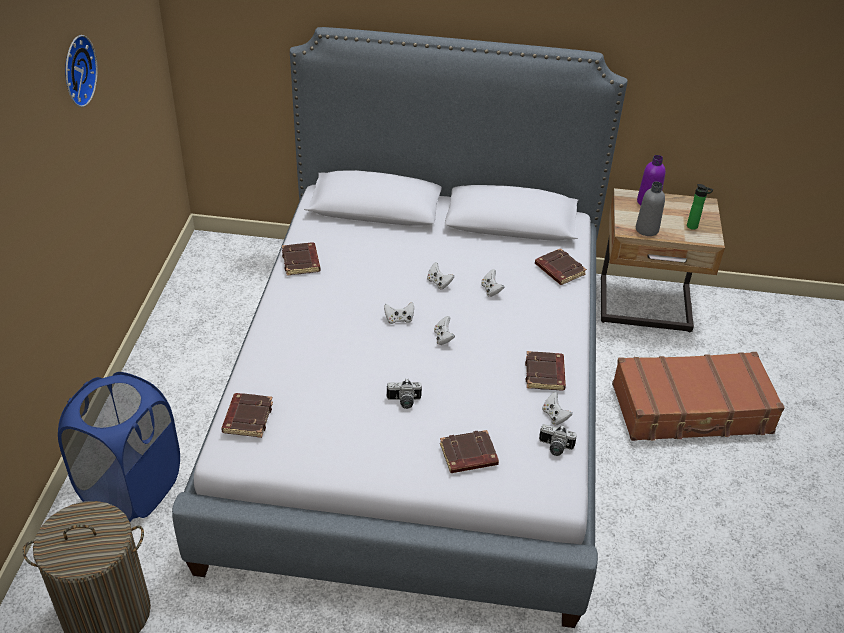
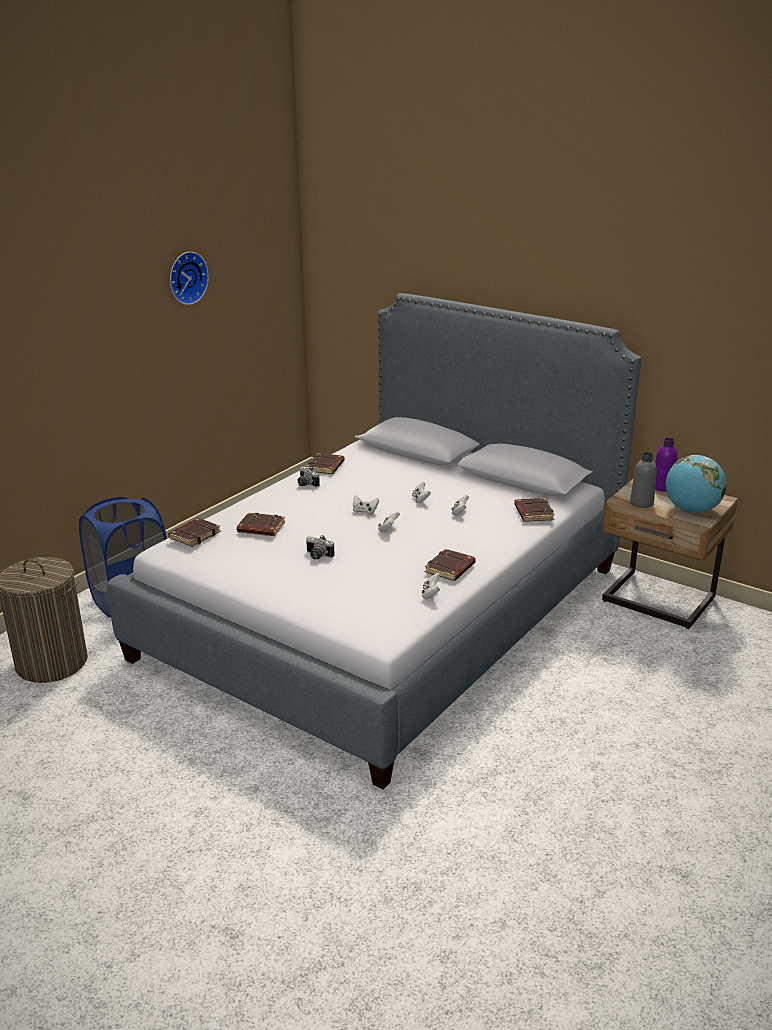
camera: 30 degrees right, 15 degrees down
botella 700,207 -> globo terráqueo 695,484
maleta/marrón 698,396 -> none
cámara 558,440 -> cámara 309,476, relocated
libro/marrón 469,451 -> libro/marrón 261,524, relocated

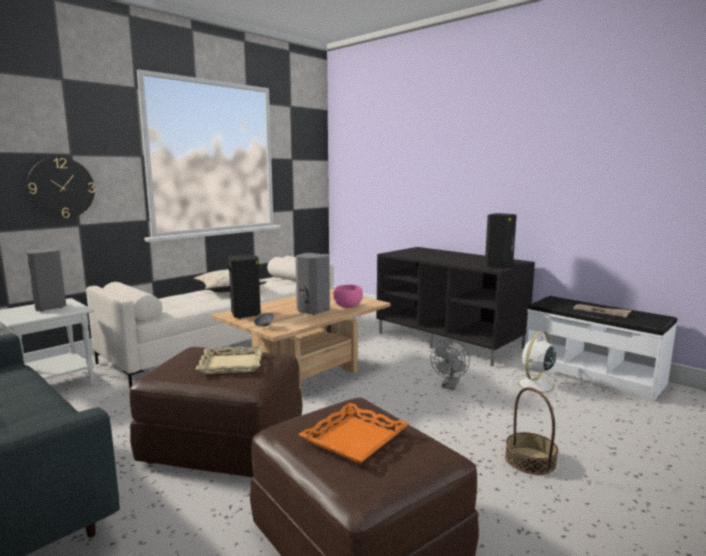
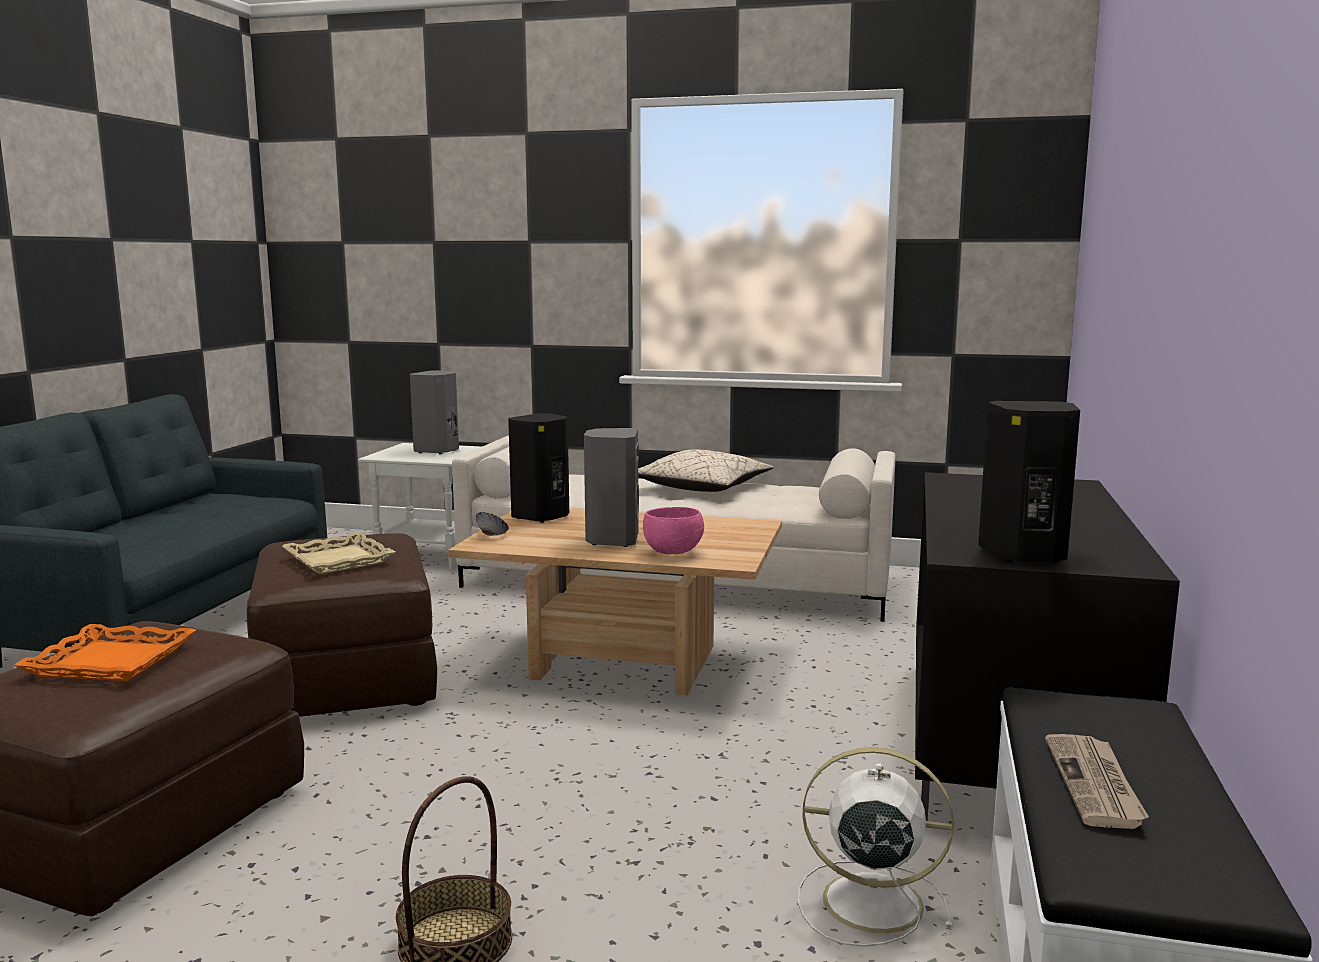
camera: 60 degrees right, 0 degrees up
reloj de pared 61,188 -> none
ventilador/gris 450,364 -> none

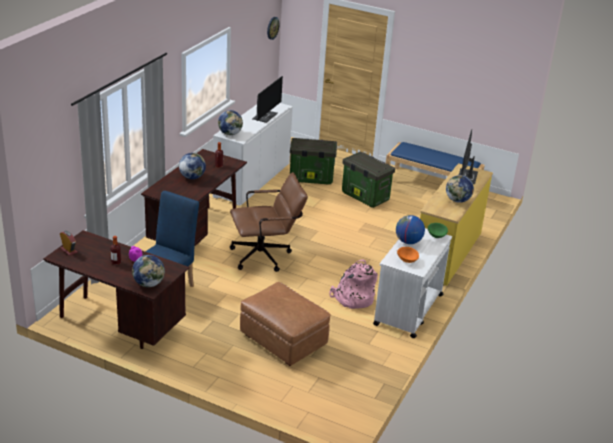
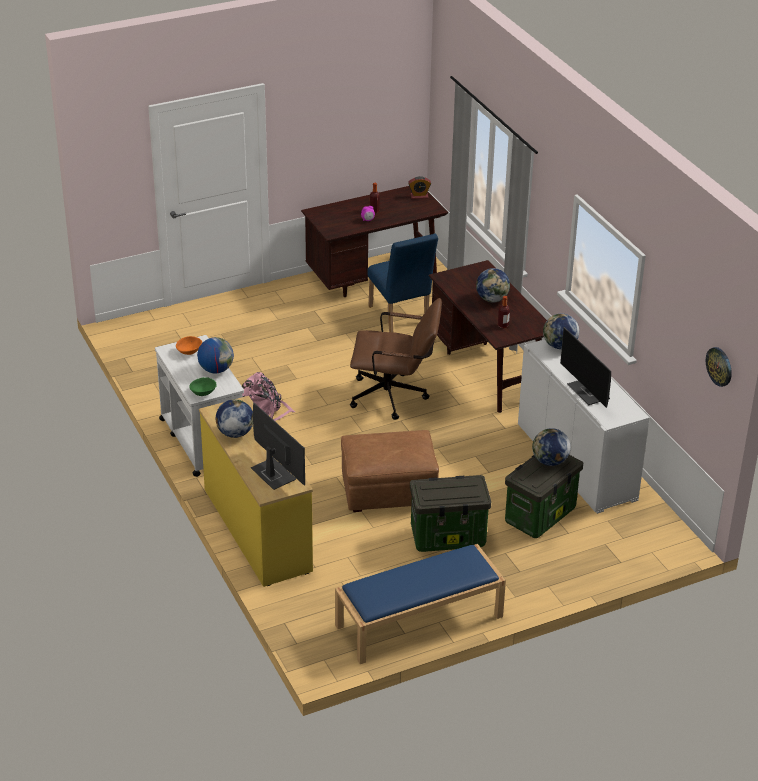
camera: 130 degrees right, 5 degrees up
silla de oficina/marrón 269,222 -> silla de oficina/marrón 396,359, 105 degrees counterclockwise
globo terráqueo 148,271 -> globo terráqueo 551,447, relocated
puf/marrón 285,324 -> puf/marrón 390,471, relocated

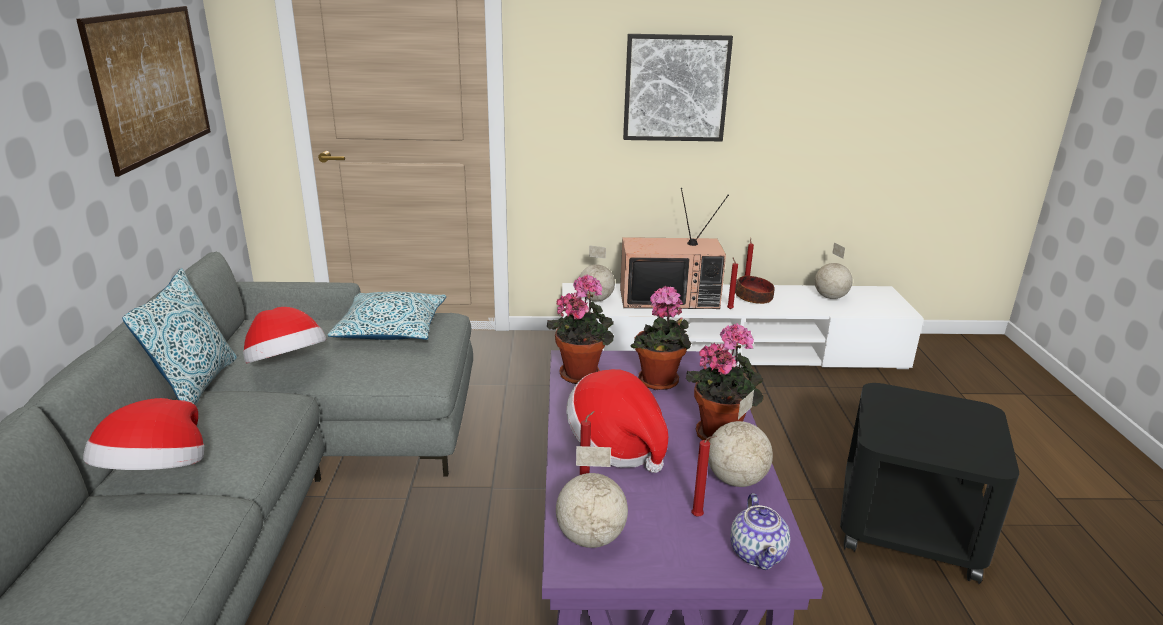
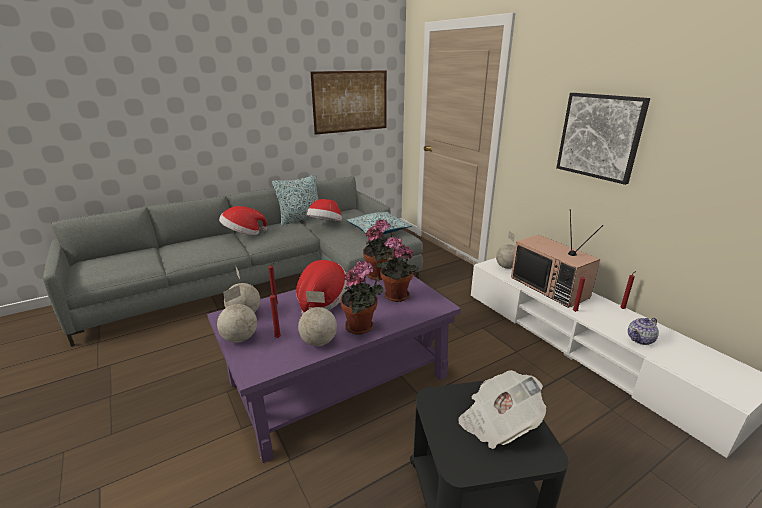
camera: 60 degrees right, 0 degrees up
globo terráqueo 834,271 -> globo terráqueo 237,314, relocated
cuenco 755,290 -> none
tetera 760,531 -> tetera 643,331, relocated
none -> periódico 502,409

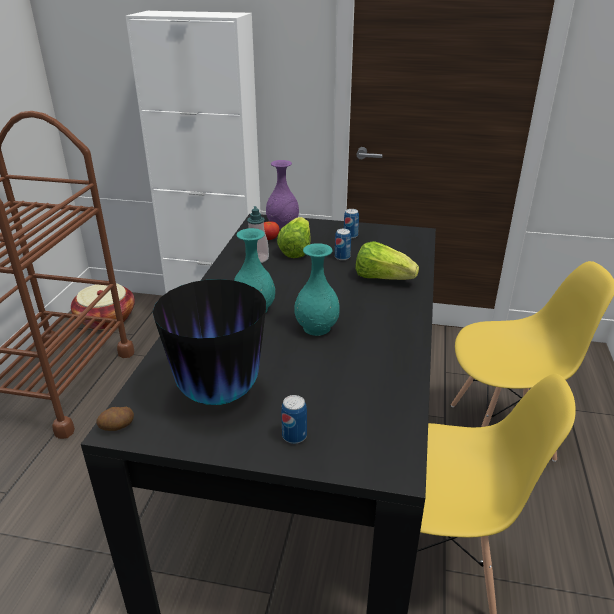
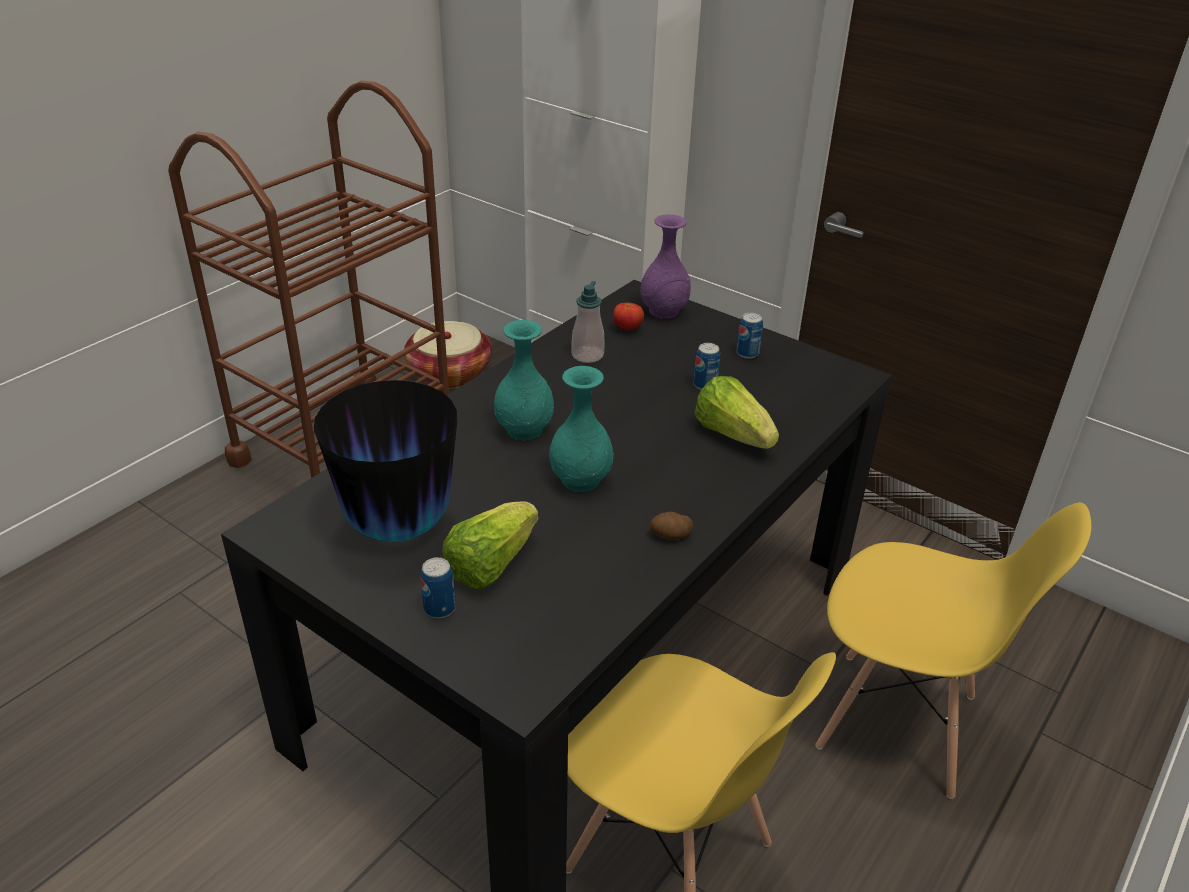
camera: 25 degrees right, 5 degrees up
lechuga 293,237 -> lechuga 490,545, relocated
patata 115,418 -> patata 671,526, relocated

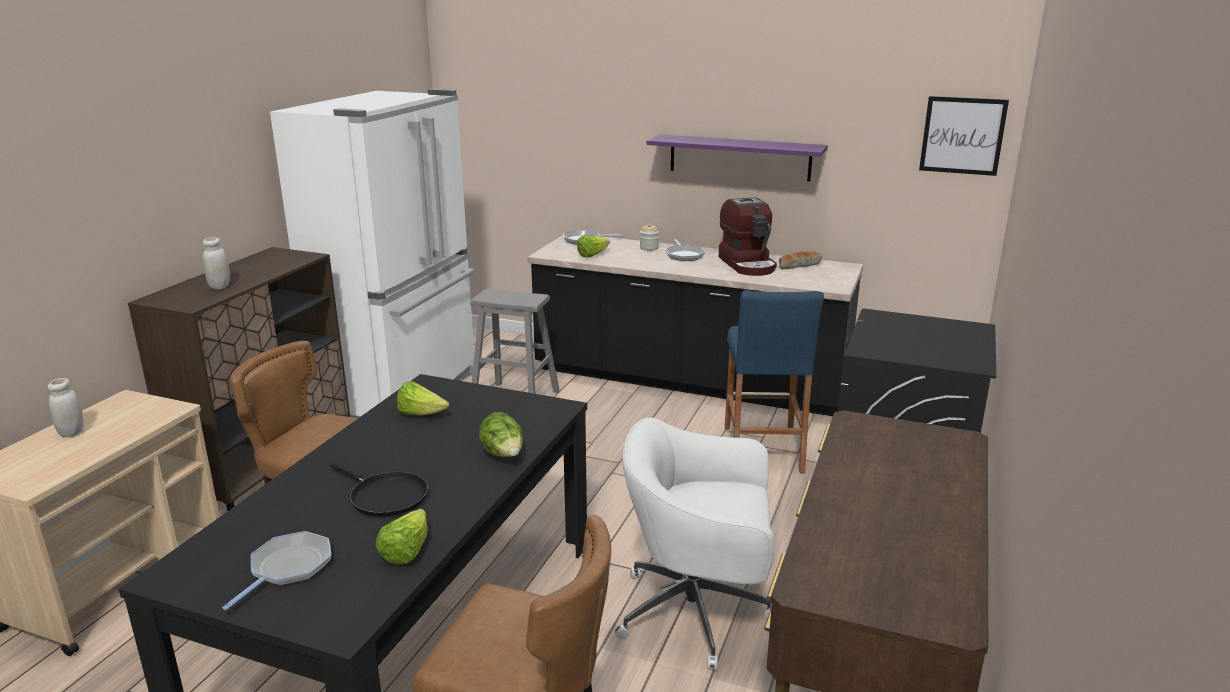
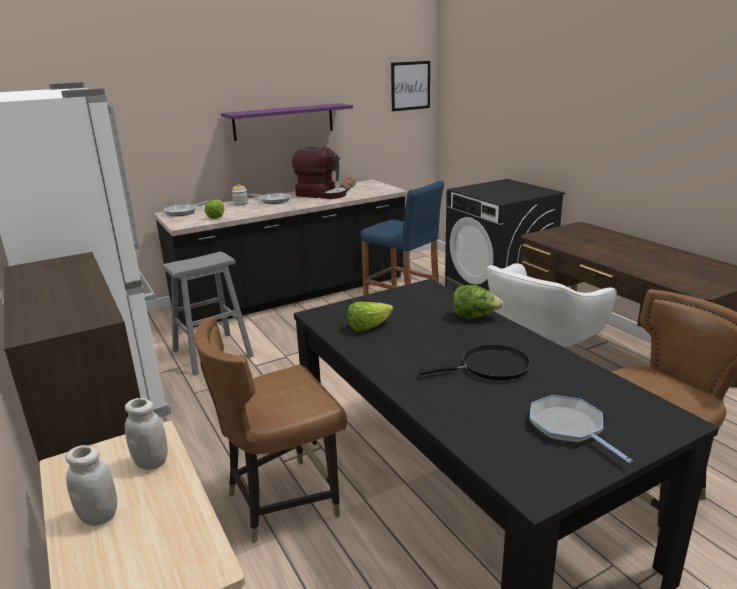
camera: 50 degrees left, 0 degrees up
tarro/blanco 216,263 -> tarro/blanco 146,434, relocated
lechuga 401,537 -> none

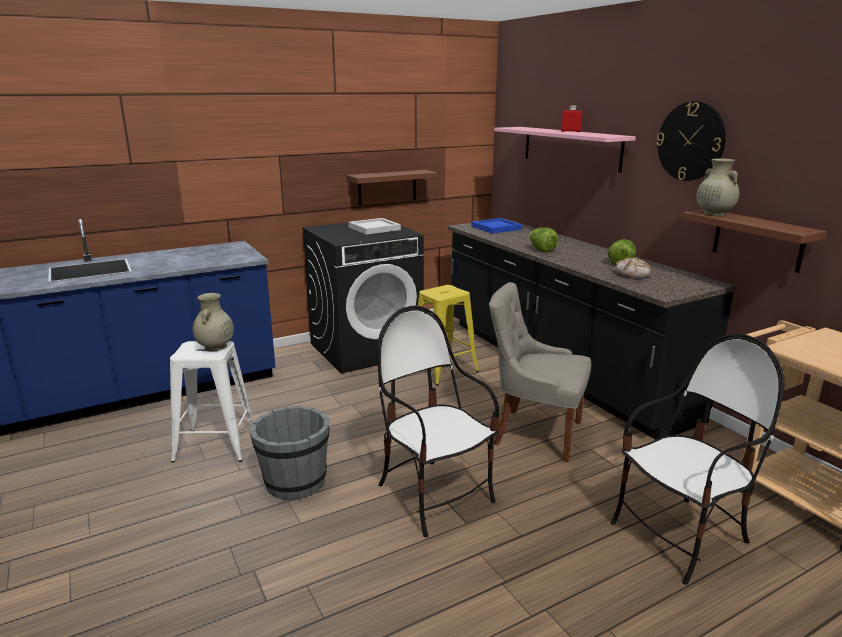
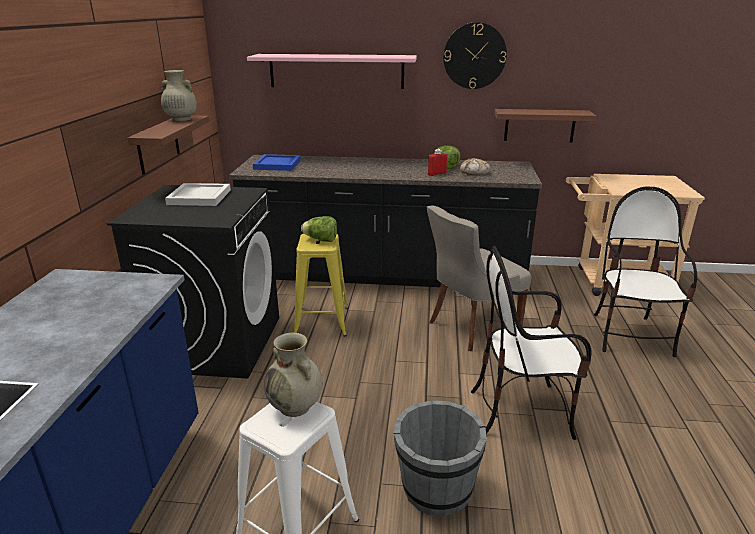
camera: 55 degrees left, 5 degrees up
botella/rojo 572,118 -> botella/rojo 437,162, relocated
florero/beis 718,187 -> florero/beis 179,95, relocated
lechuga 543,239 -> lechuga 319,229, relocated

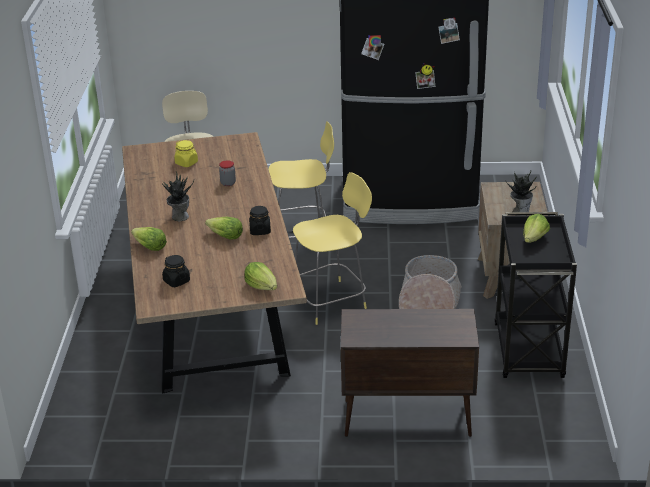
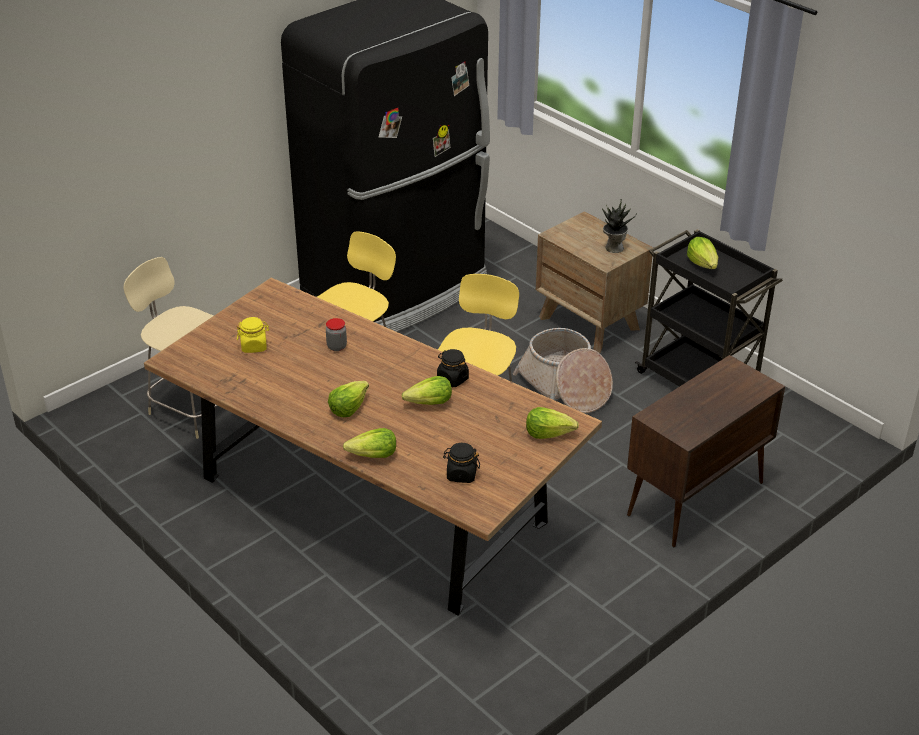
camera: 45 degrees left, 5 degrees up
planta en maceta 178,196 -> lechuga 348,399

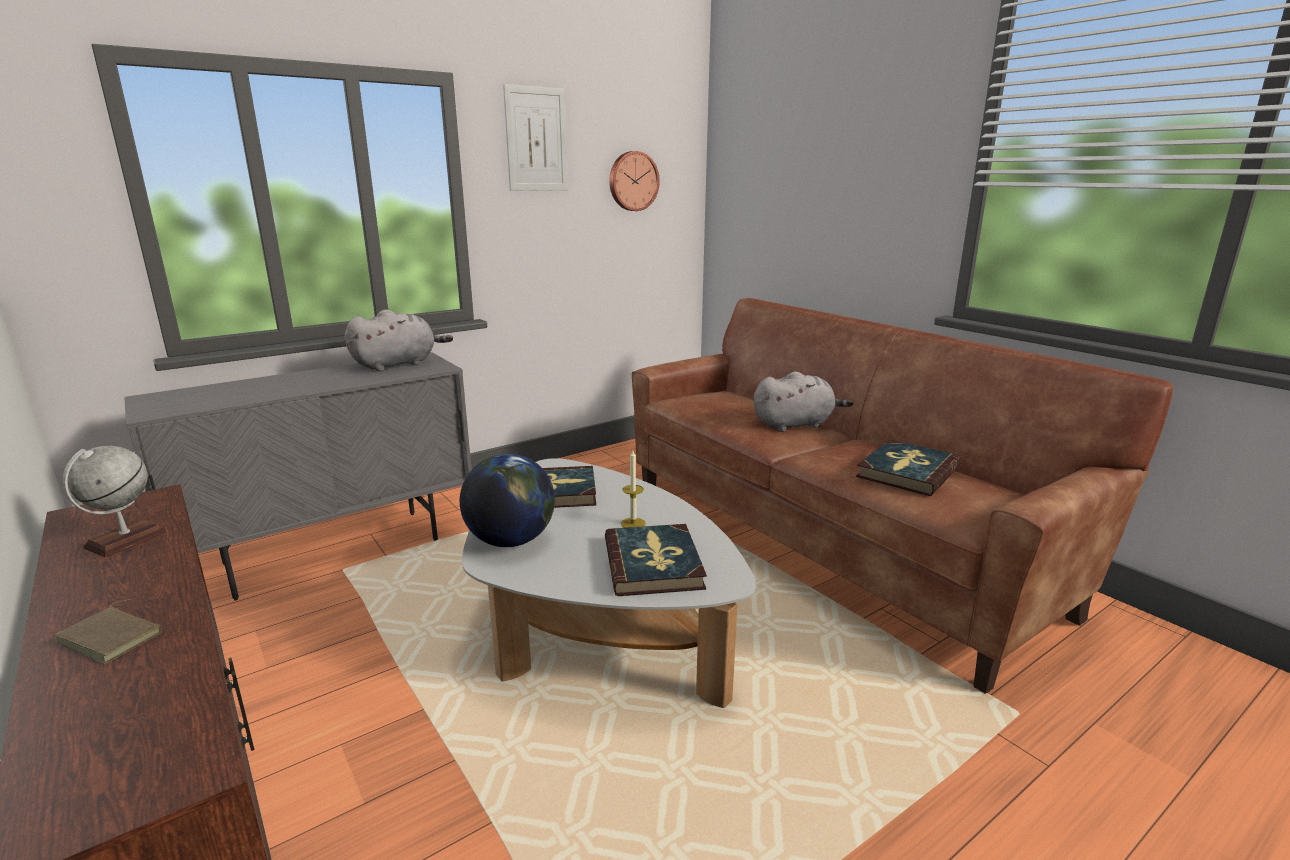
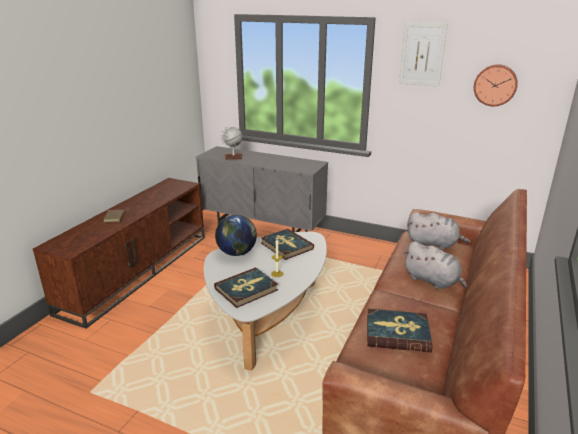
camera: 60 degrees right, 5 degrees up
peluche/gris 398,340 -> peluche/gris 439,231, relocated
globo terráqueo 114,502 -> globo terráqueo 232,143, relocated

